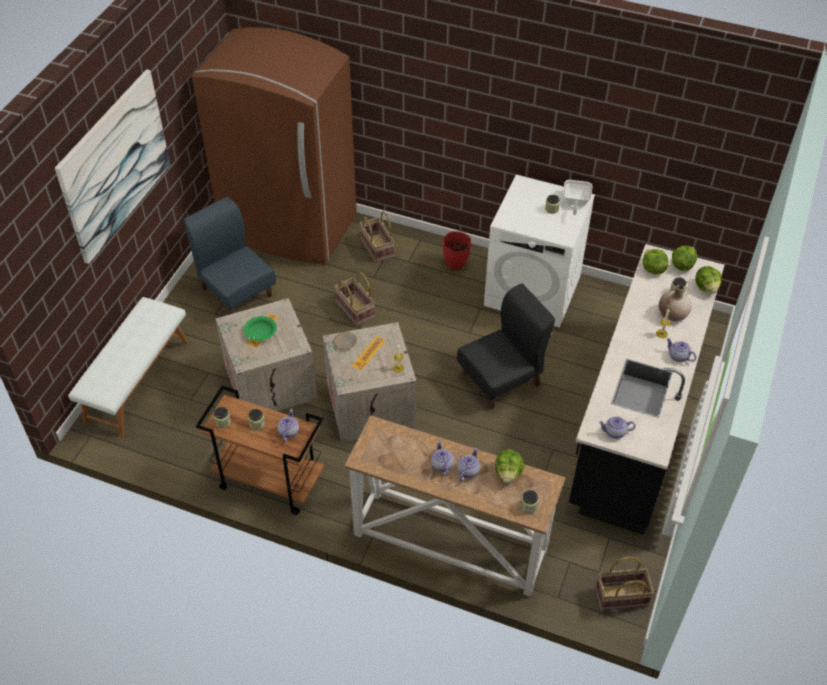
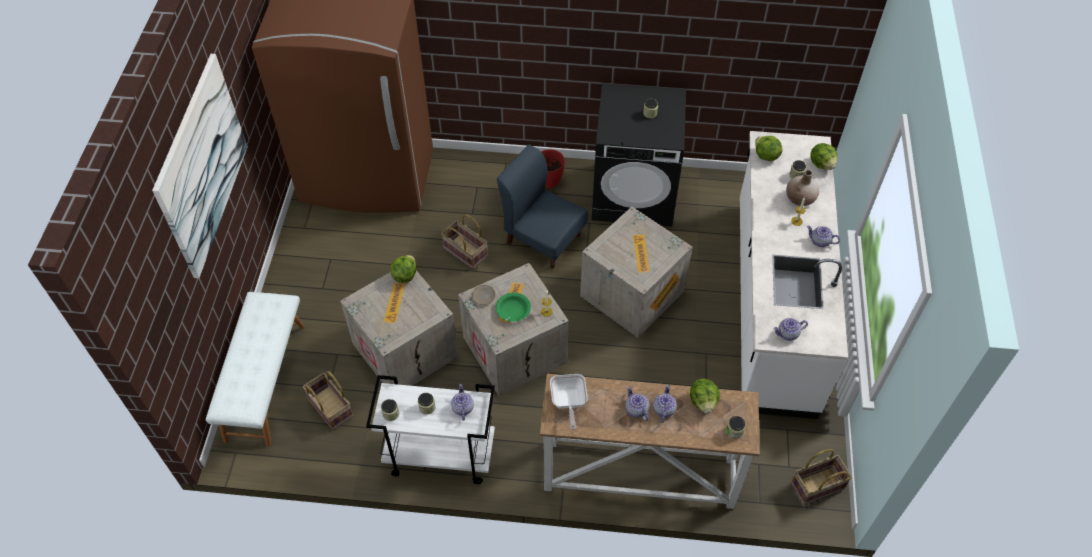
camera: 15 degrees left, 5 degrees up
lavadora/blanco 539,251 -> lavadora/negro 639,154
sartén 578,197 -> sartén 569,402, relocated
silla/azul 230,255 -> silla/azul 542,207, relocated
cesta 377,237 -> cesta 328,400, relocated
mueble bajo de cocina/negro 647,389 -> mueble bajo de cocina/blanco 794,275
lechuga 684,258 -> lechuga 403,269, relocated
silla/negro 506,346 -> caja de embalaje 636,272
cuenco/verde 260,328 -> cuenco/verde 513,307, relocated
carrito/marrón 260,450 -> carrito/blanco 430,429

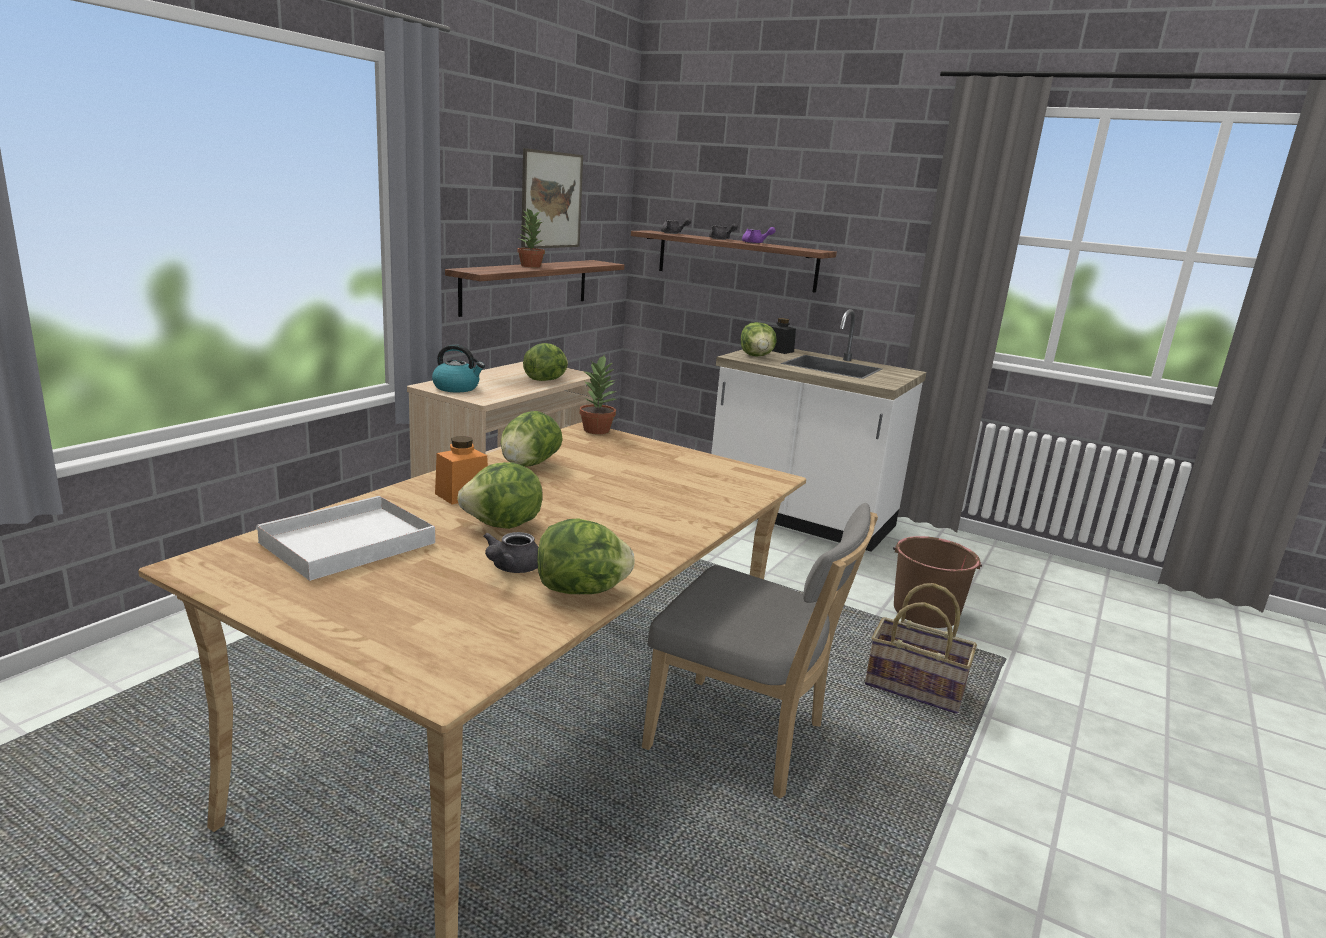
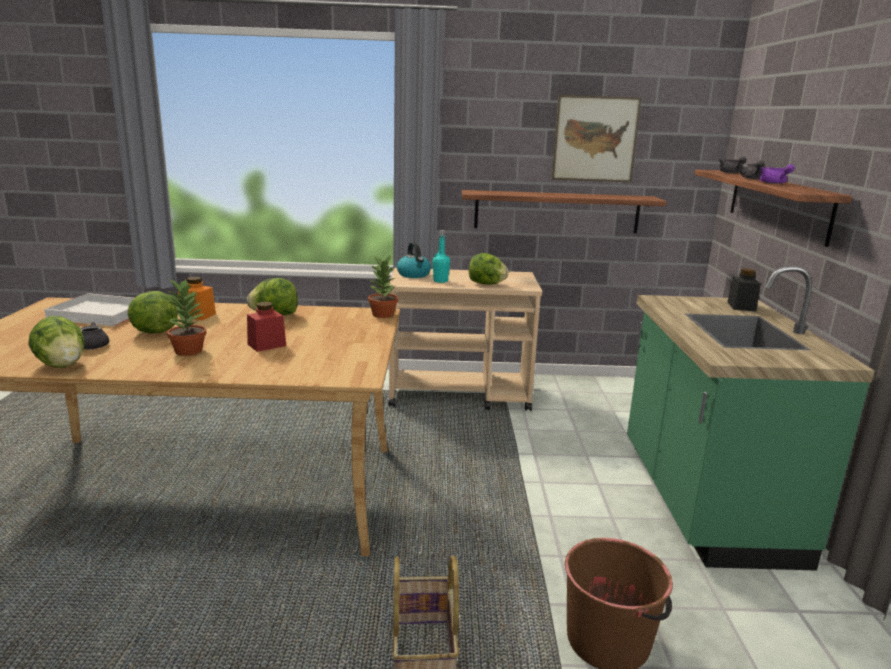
camera: 60 degrees right, 0 degrees up
planta en maceta 531,238 -> planta en maceta 186,317, relocated
mueble bajo de cocina/blanco 818,430 -> mueble bajo de cocina/verde 751,418
lechuga 759,339 -> none
silla/gris 760,651 -> none
none -> botella/turquesa 441,256
none -> tarro/rojo 266,327

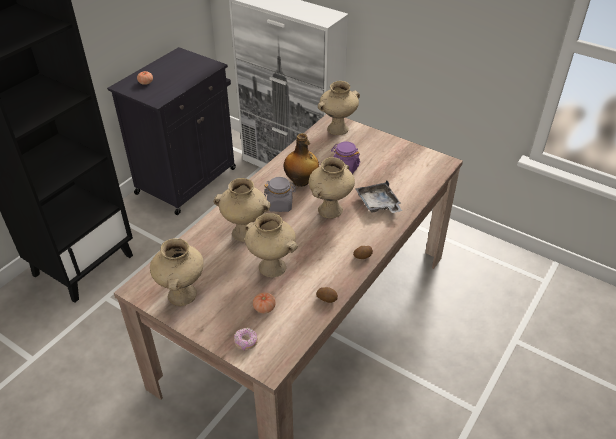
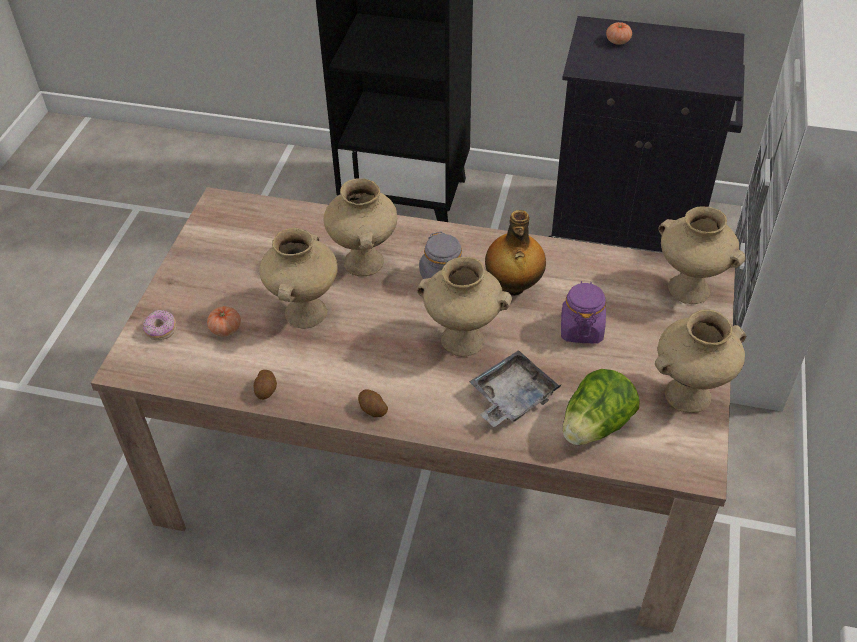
camera: 70 degrees right, 5 degrees up
florero/beis 177,272 -> florero/beis 700,361, relocated
none -> lechuga 601,407

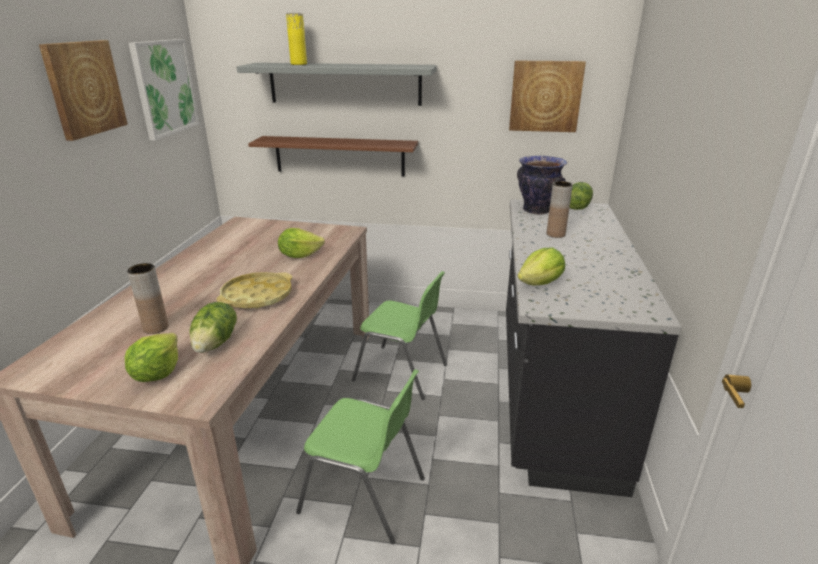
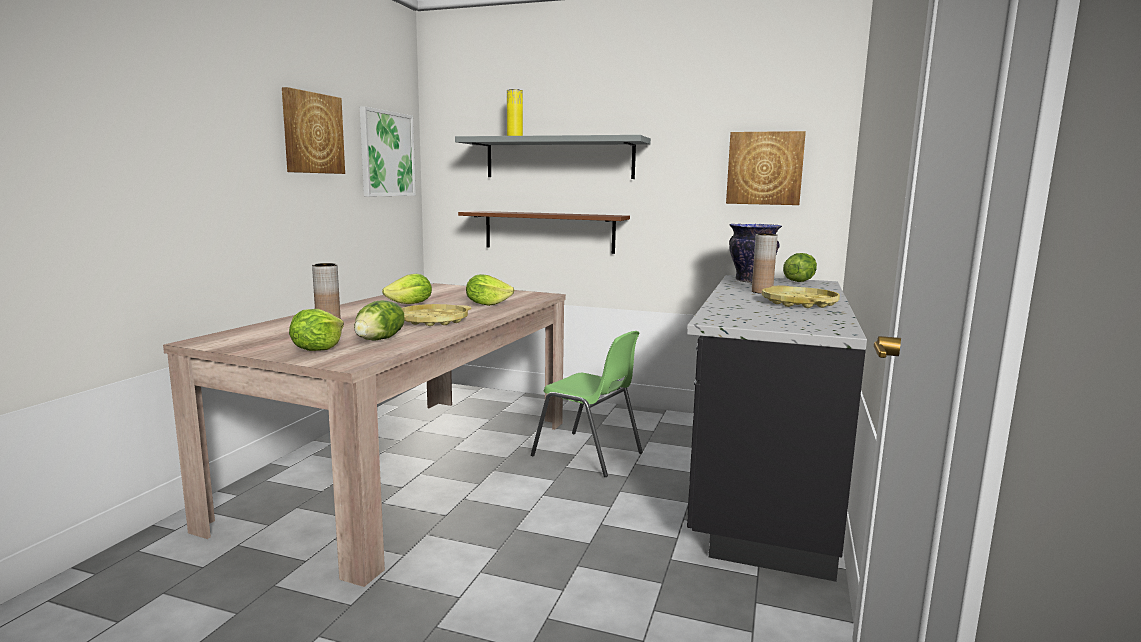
camera: 10 degrees right, 15 degrees down
lechuga 541,266 -> lechuga 407,289, relocated
silla/verde 360,456 -> none
none -> bandeja/amarillo 801,297

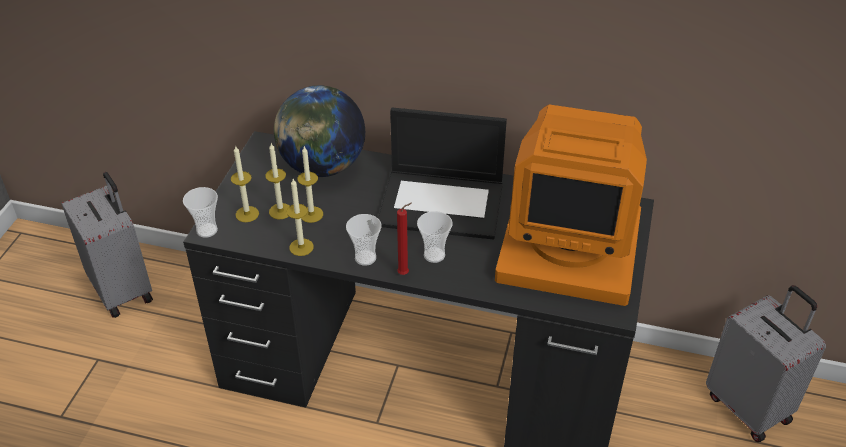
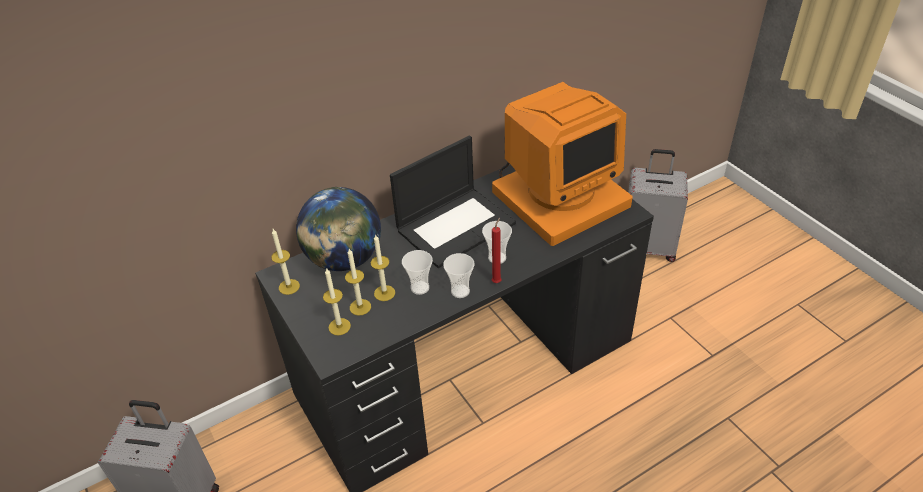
camera: 45 degrees left, 0 degrees up
vela 300,217 -> vela 285,262, relocated
taza 200,212 -> taza 417,272, relocated

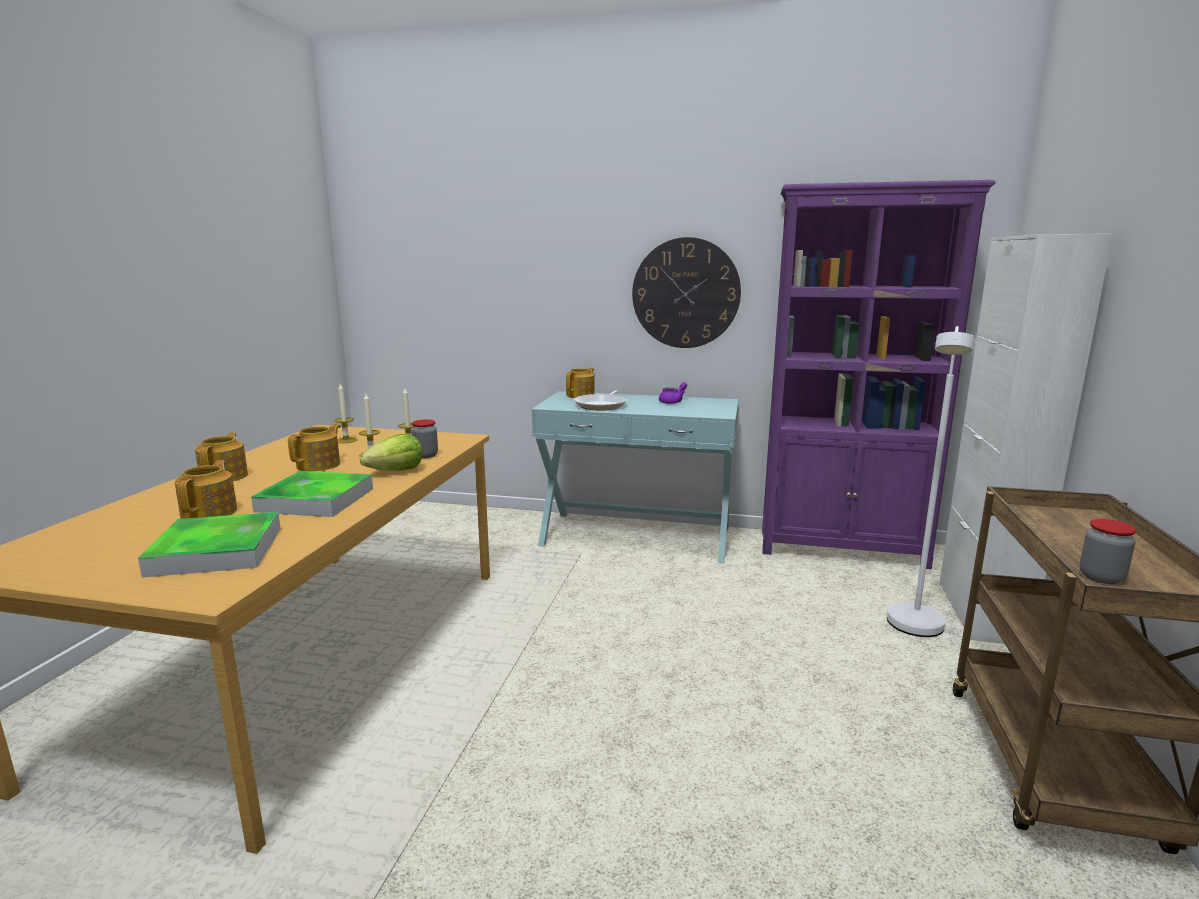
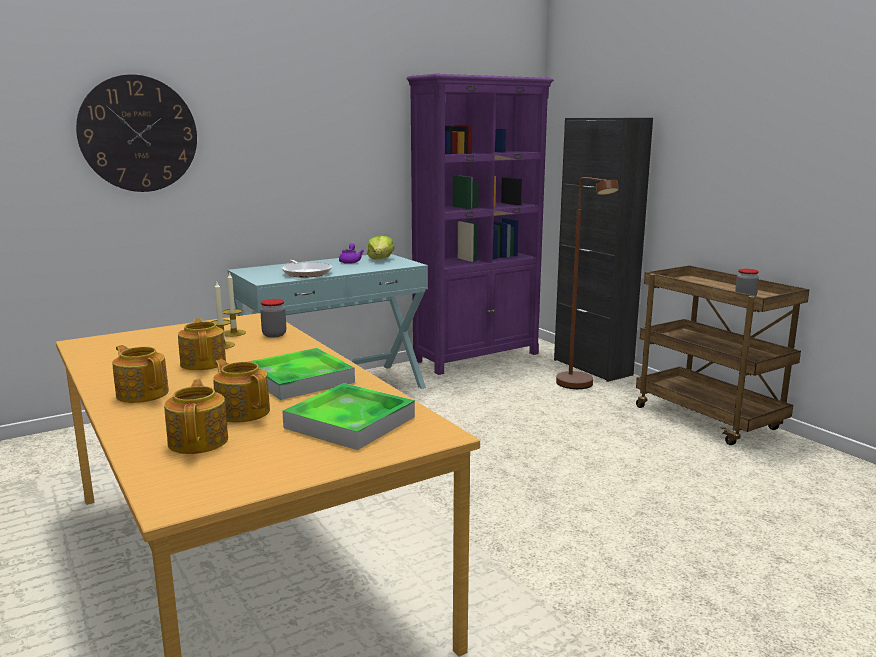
camera: 45 degrees left, 0 degrees up
armario/blanco 1026,439 -> armario/negro 603,250
reloj de pared 686,292 -> reloj de pared 136,133, relocated
lámpara de pie/blanco 931,481 -> lámpara de pie/marrón 587,283
tetera 580,383 -> tetera 196,416, relocated
vela 346,413 -> none
lechuga 391,452 -> lechuga 380,247, relocated

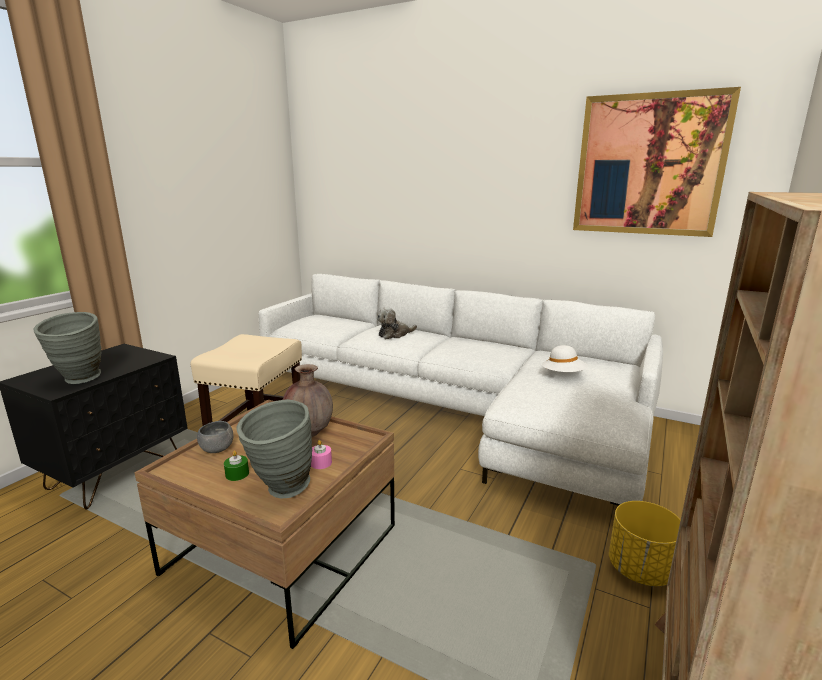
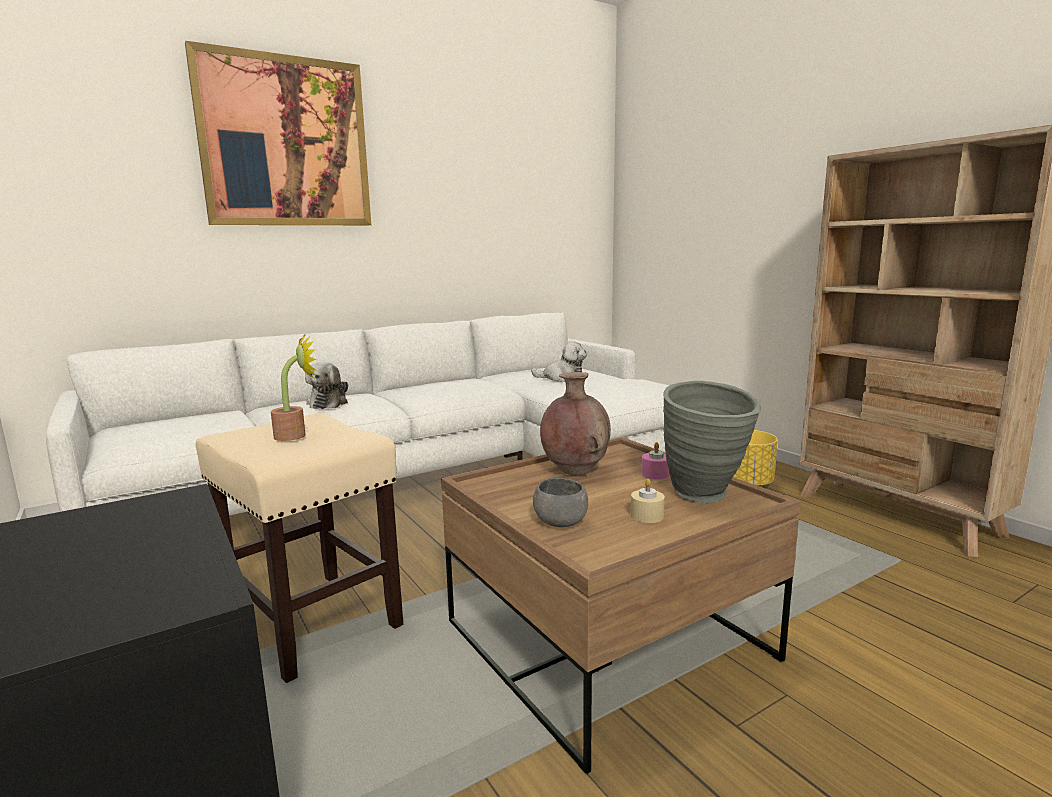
camera: 60 degrees left, 5 degrees down
cuadro 657,162 -> cuadro 278,133, relocated
florero/gris 67,348 -> none
sombrero/blanco 565,358 -> peluche 559,361
vela/verde 236,466 -> vela/beis 648,501
none -> planta en maceta 294,386

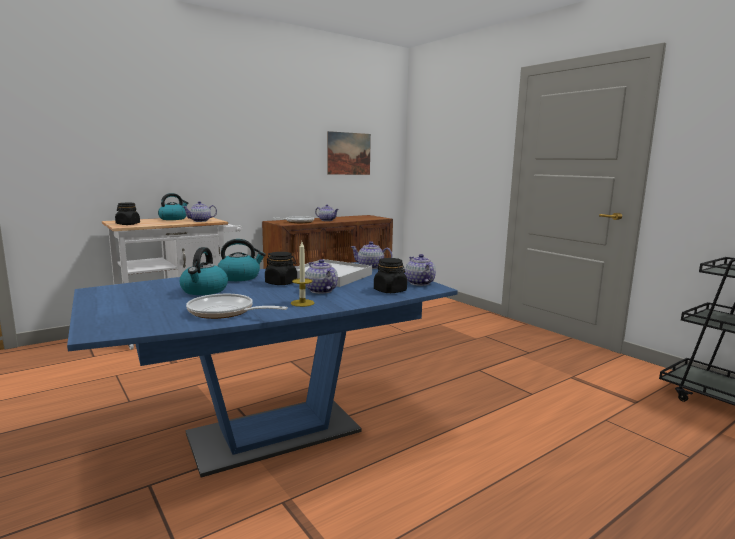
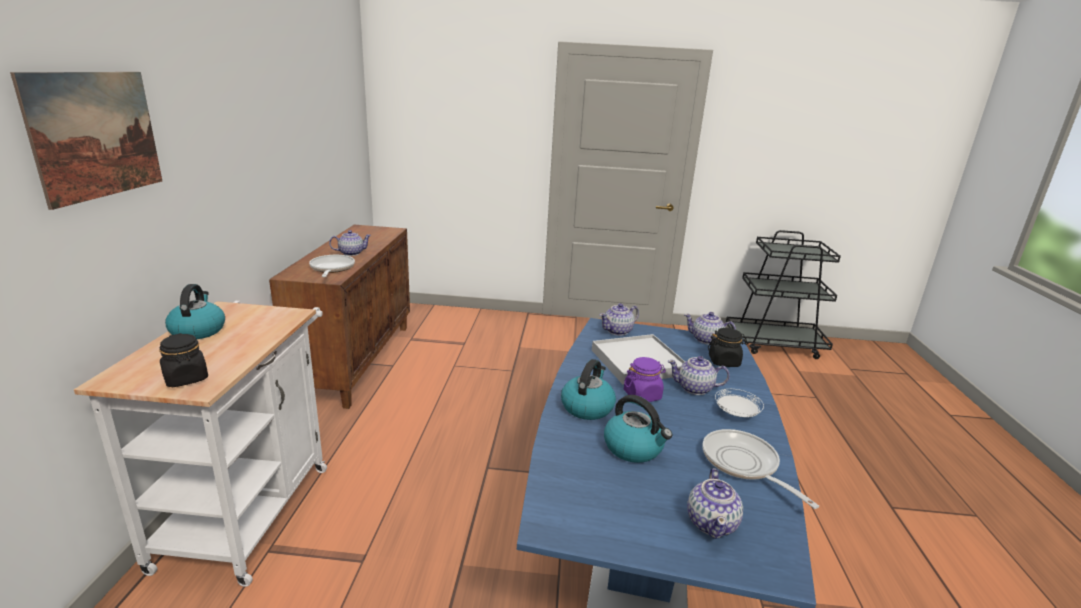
camera: 50 degrees left, 10 degrees up
cuadro 349,153 -> cuadro 86,141, relocated
tetera 200,211 -> tetera 715,503, relocated
vela 302,274 -> plato/blanco 739,403
tarro/negro 281,268 -> tarro/morado 645,379
sartén 237,306 -> sartén 761,469, 90 degrees clockwise

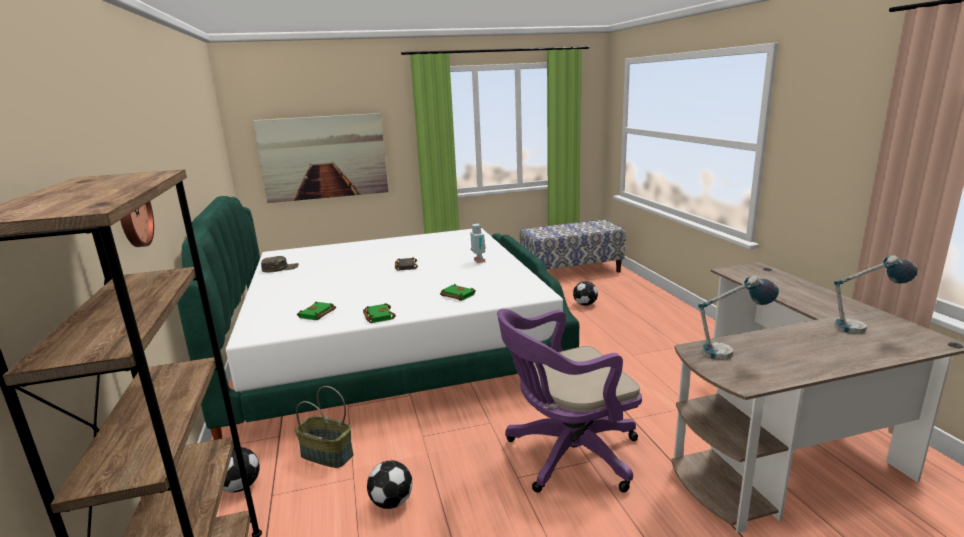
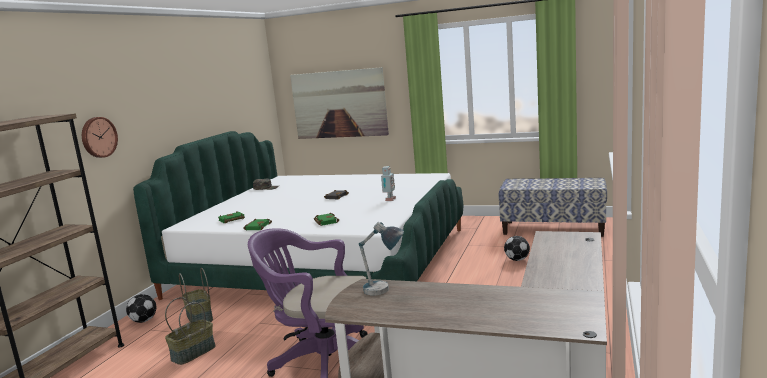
camera: 35 degrees right, 5 degrees down
lámpara de mesa 876,294 -> none
balón de fútbol 389,484 -> cesta 190,331

